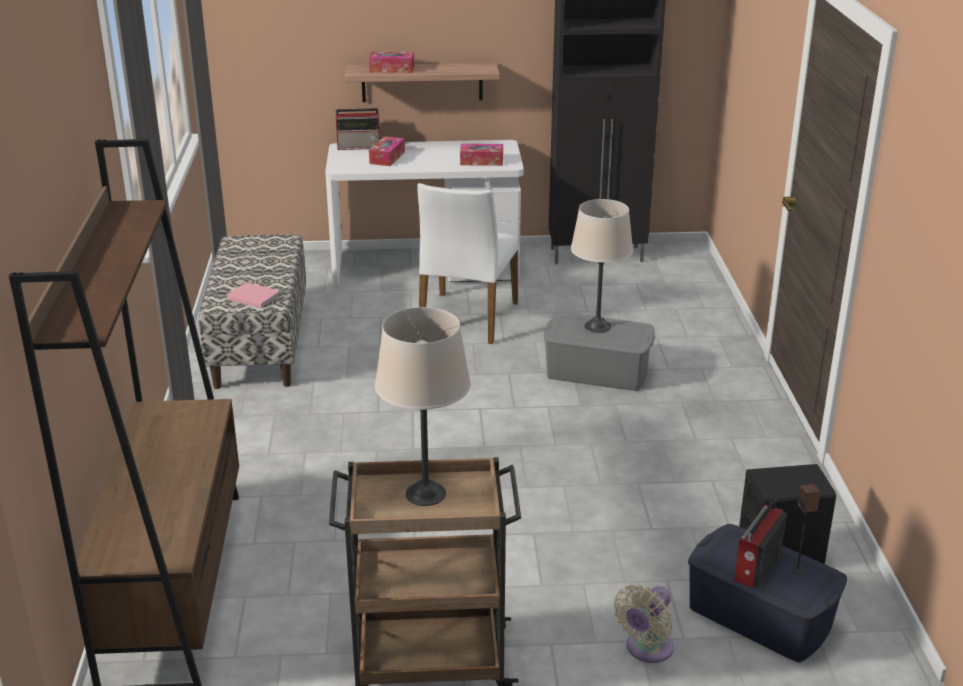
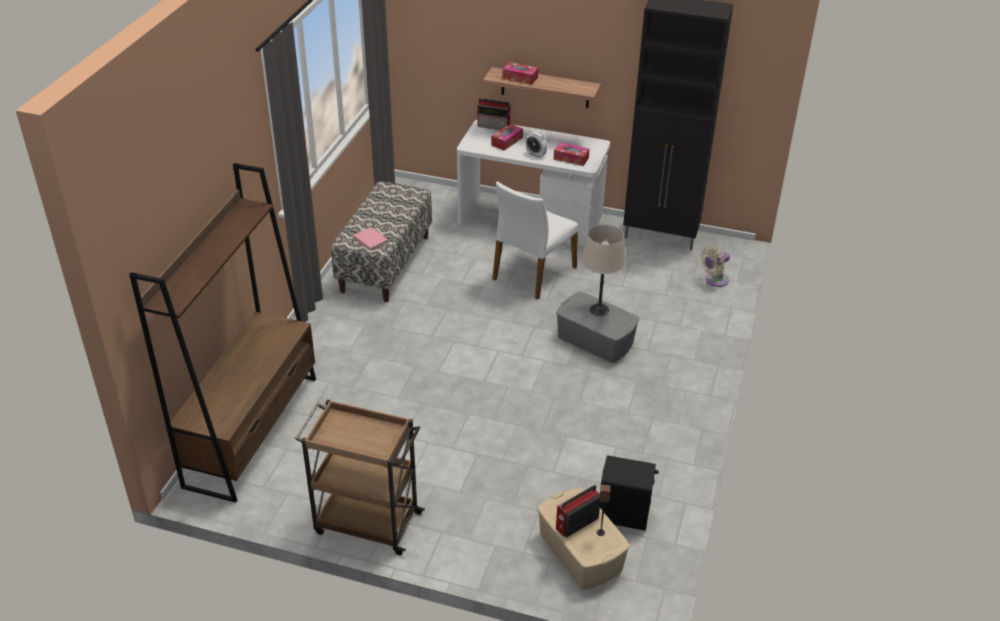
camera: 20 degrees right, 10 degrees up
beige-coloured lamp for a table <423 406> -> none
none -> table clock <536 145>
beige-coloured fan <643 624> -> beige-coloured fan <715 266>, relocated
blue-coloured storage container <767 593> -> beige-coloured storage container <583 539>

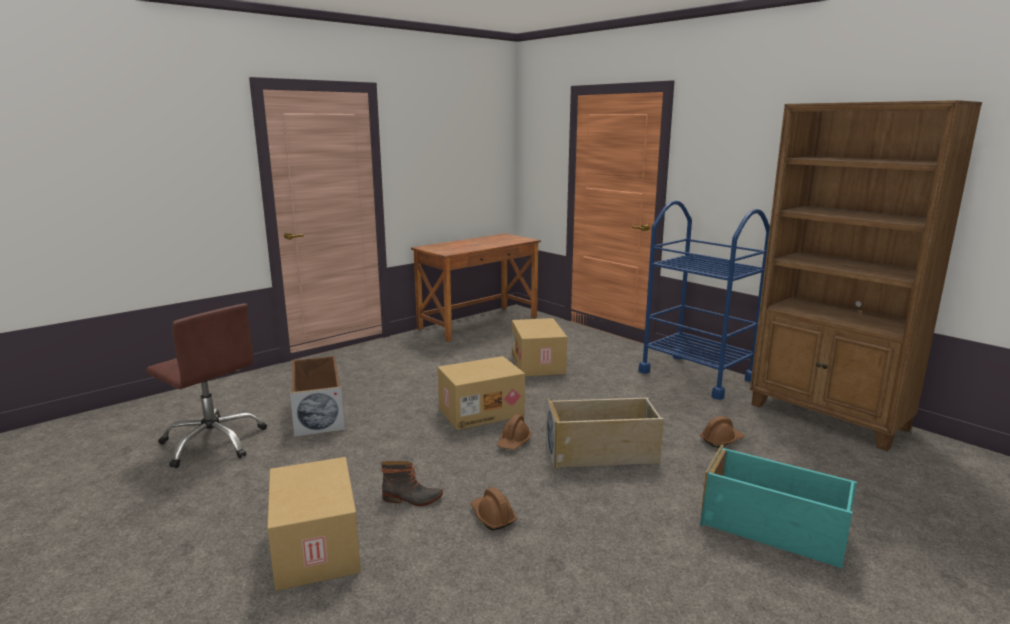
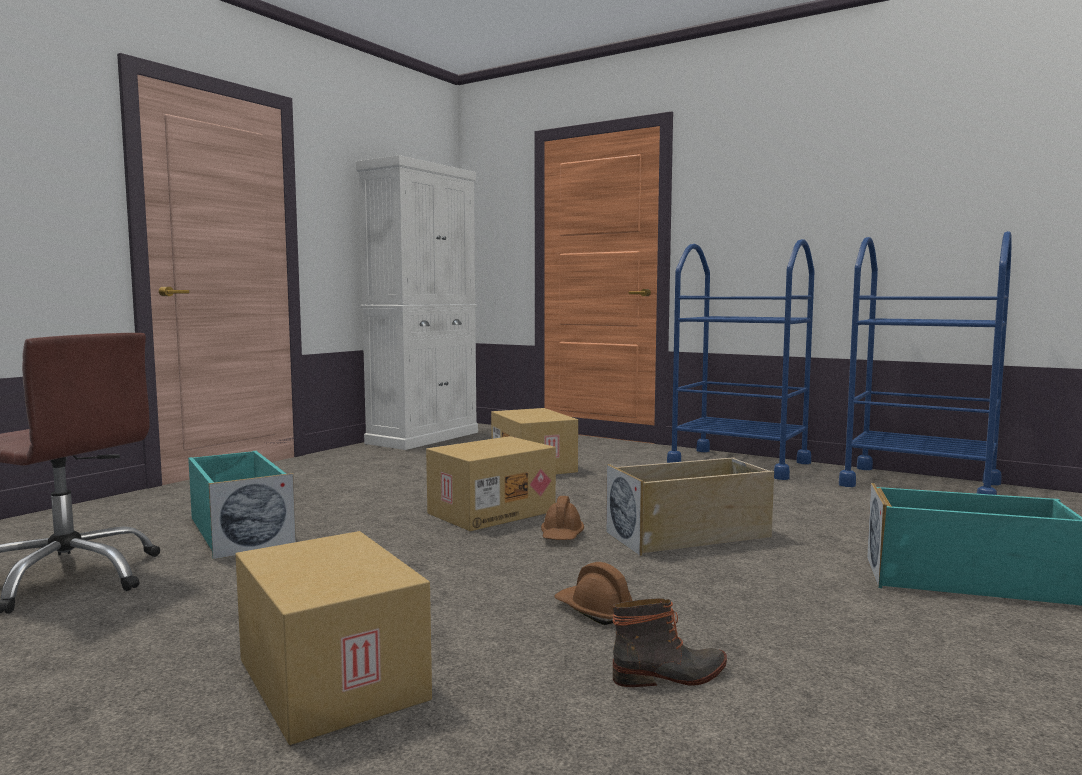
camera: 15 degrees left, 10 degrees down
brown hard hat <722 432> -> none
tall boot <412 483> -> tall boot <669 642>, relocated
brown desk <476 287> -> white cupboard <417 302>
brown bookshelf <866 275> -> blue-coloured cart <925 363>
brown storage container <317 396> -> blue-green storage container <242 505>

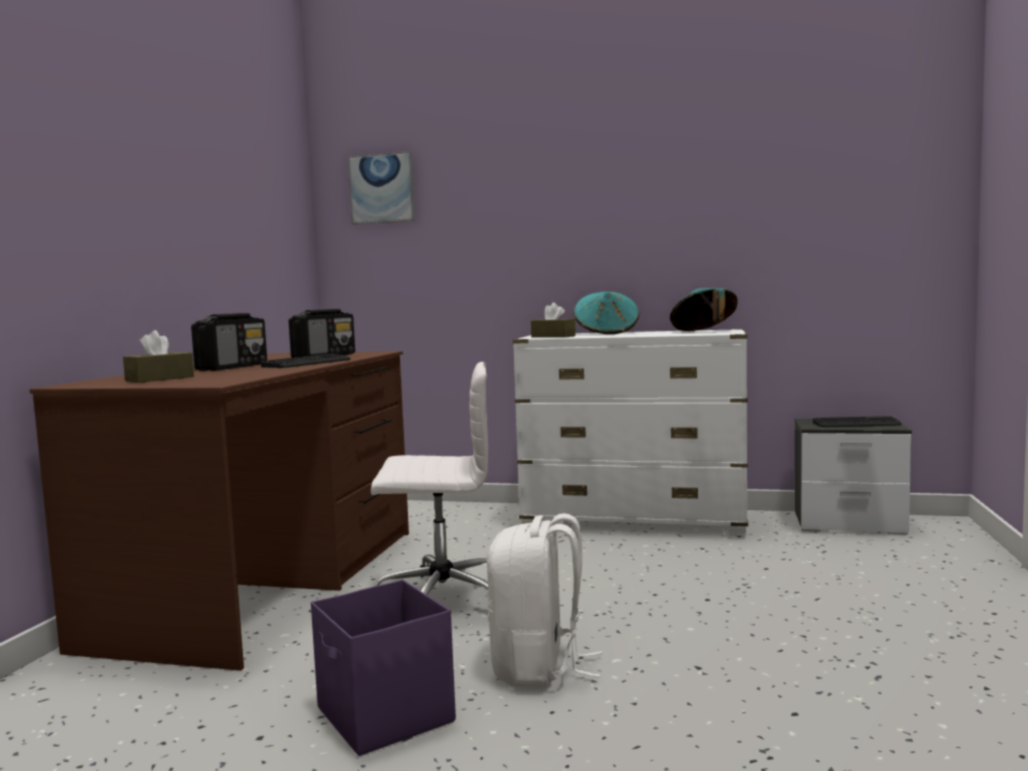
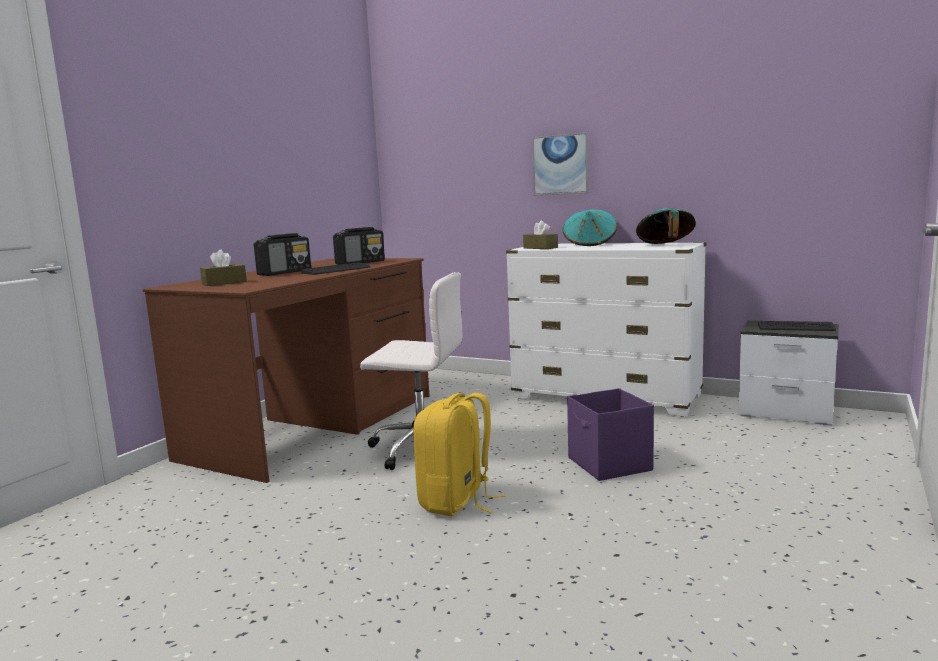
camera: 15 degrees right, 5 degrees up
purple storage container <383 668> -> purple storage container <610 434>, relocated
wall art <381 188> -> wall art <560 164>, relocated
white backpack <545 600> -> yellowish backpack <459 454>

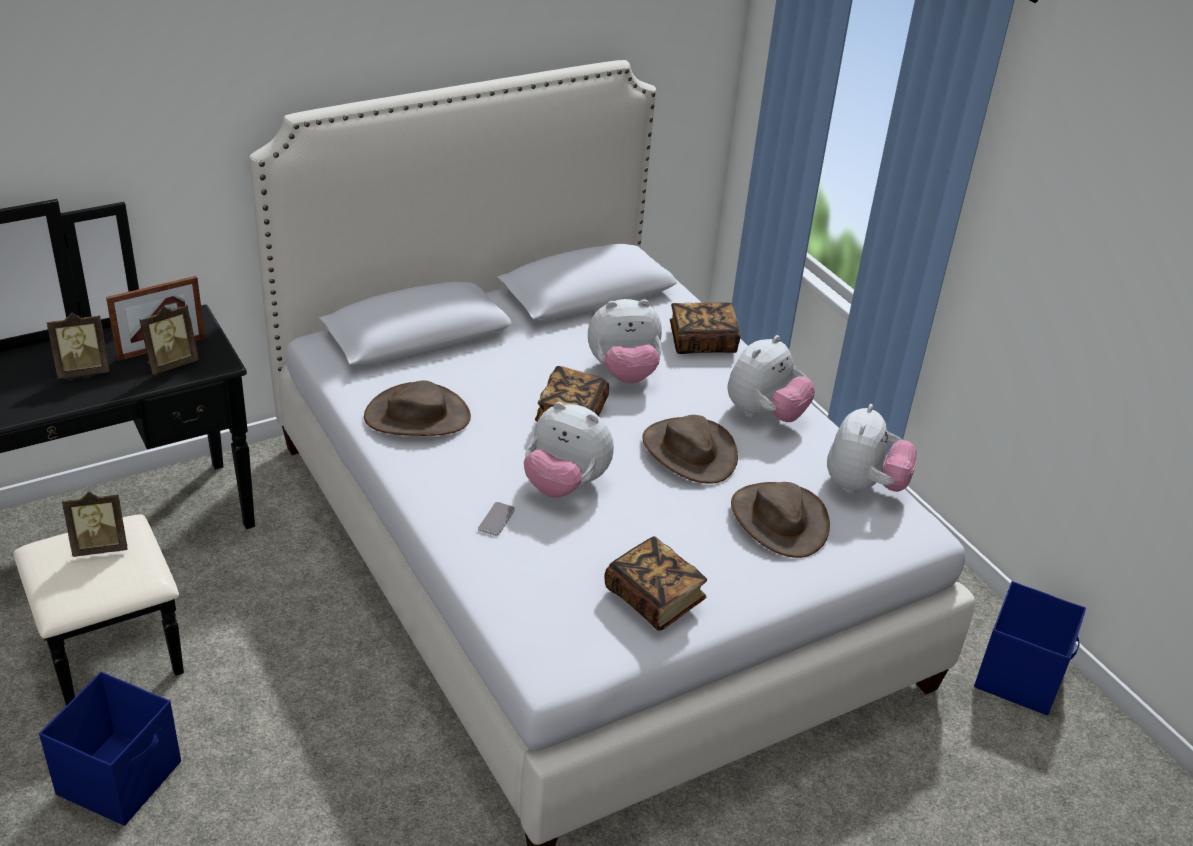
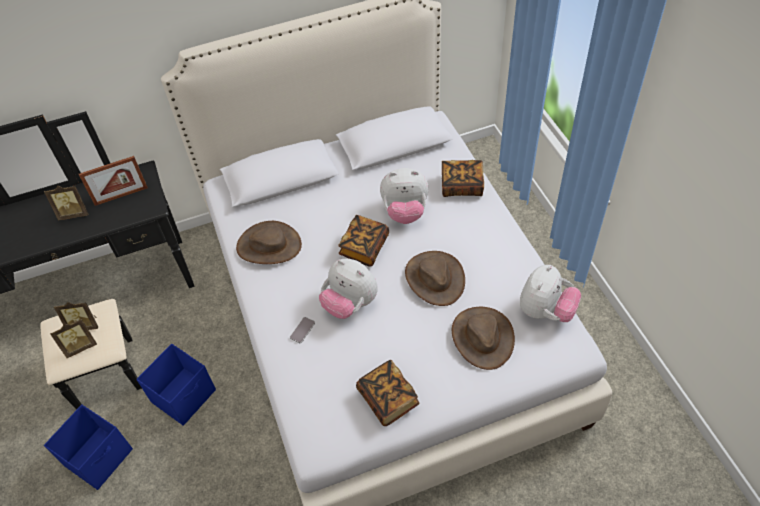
camera: 15 degrees right, 15 degrees up
soft toy <771 378> -> none
photo frame <169 339> -> photo frame <73 338>, relocated
blue-coloured storage container <1030 648> -> blue-coloured storage container <176 385>, relocated

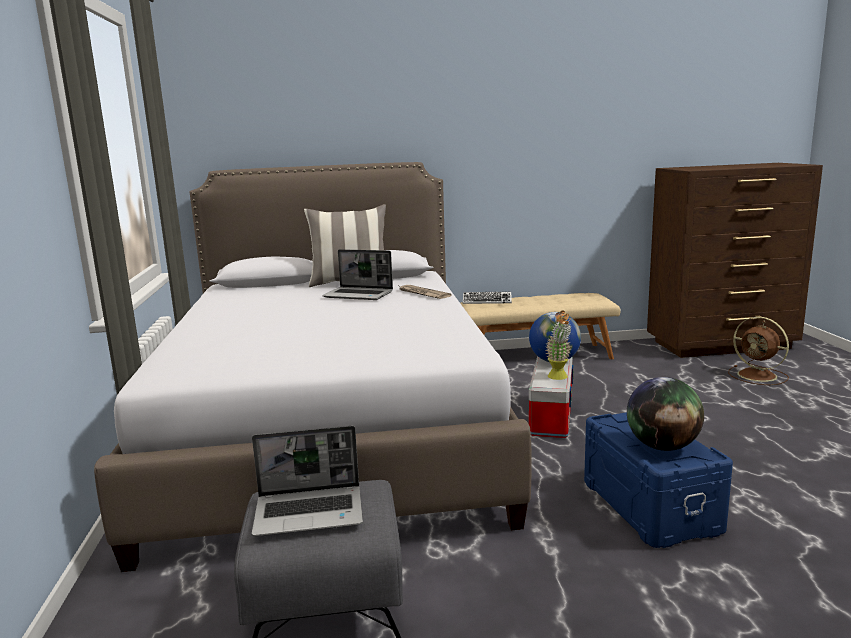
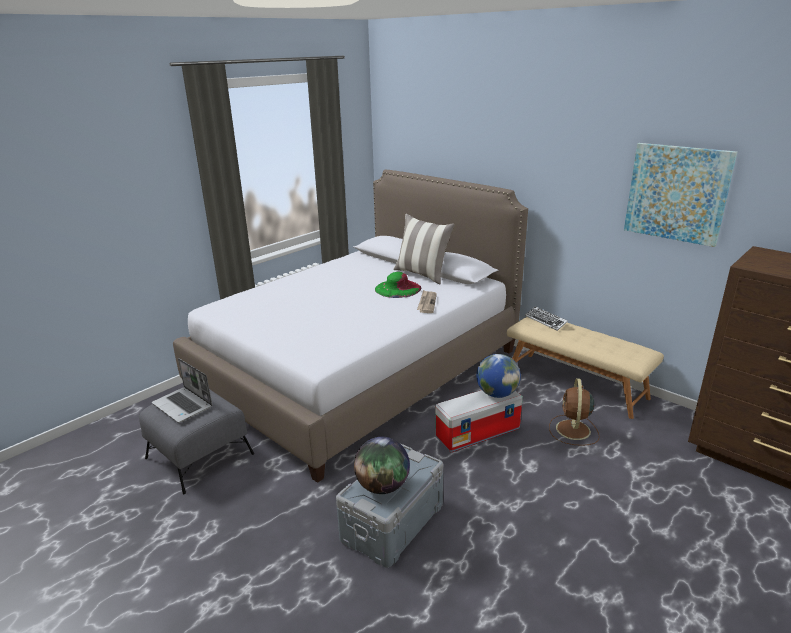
camera: 50 degrees right, 10 degrees up
houseplant <558 345> -> none
none -> wall art <680 195>
brown fan <758 351> -> brown fan <574 412>, relocated
notebook computer <357 274> -> green wearable hat <398 285>
blue-coloured storage container <658 480> -> gray storage container <389 506>

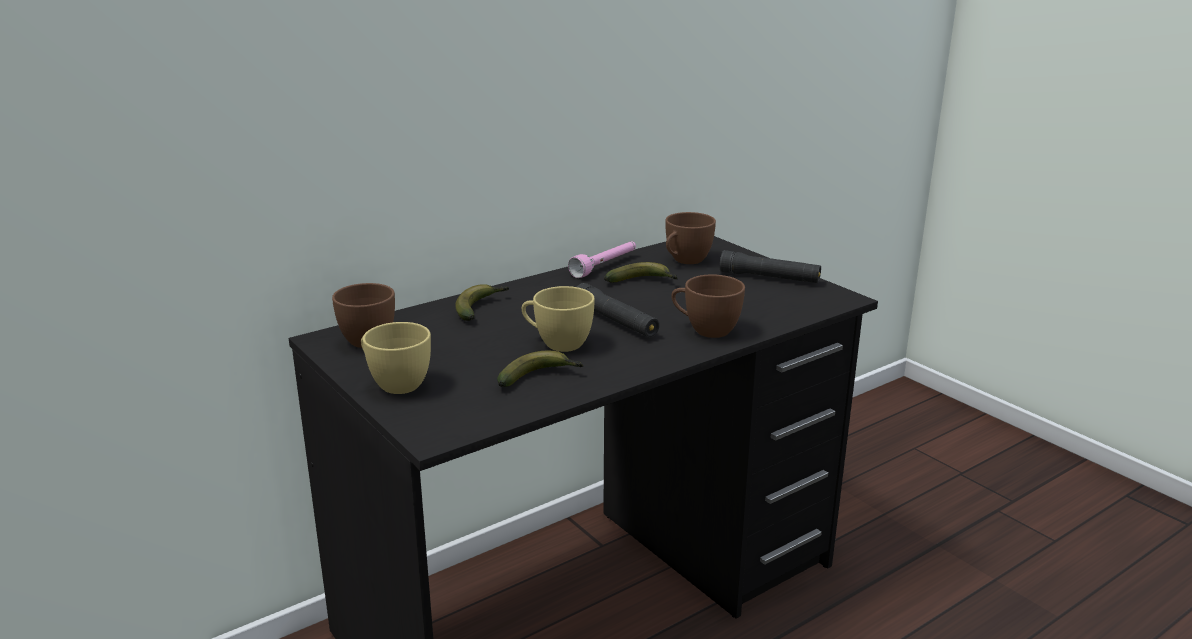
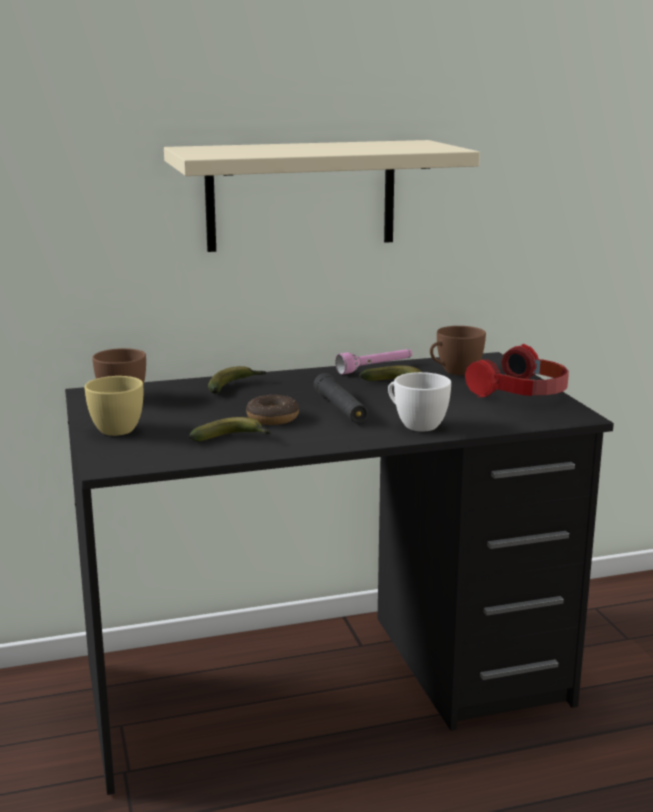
camera: 20 degrees right, 5 degrees down
none -> beige-coloured shelf <322 196>
yellowish drinking cup <558 319> -> ring doughnut <272 410>
black flashlight <770 266> -> pair of headphones <517 370>
brown drinking cup <708 306> -> white drinking cup <419 401>

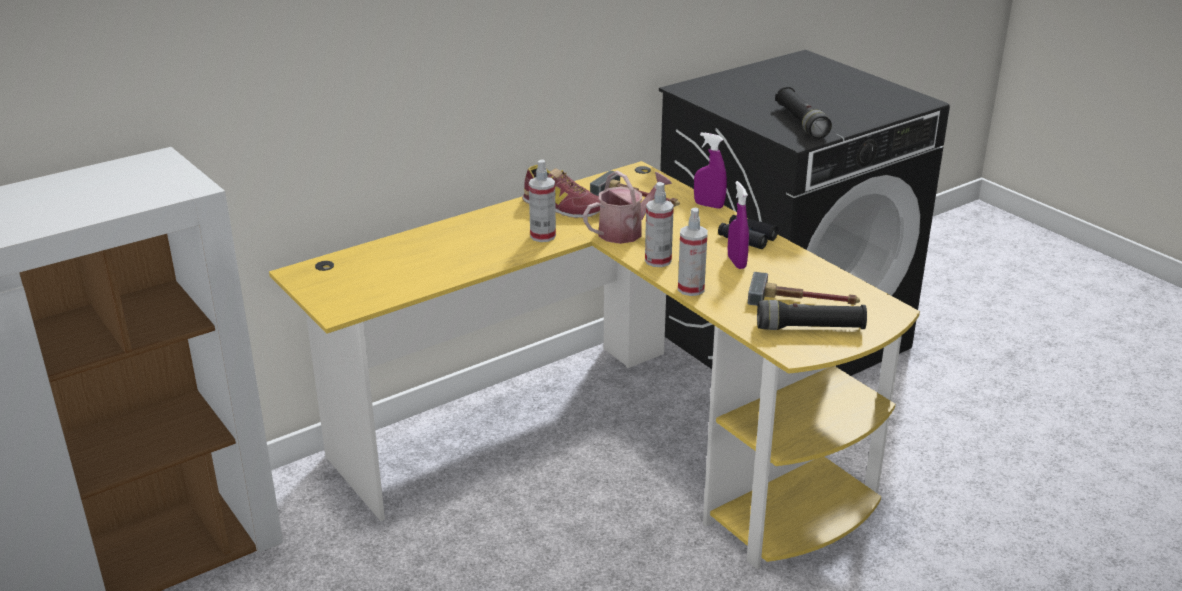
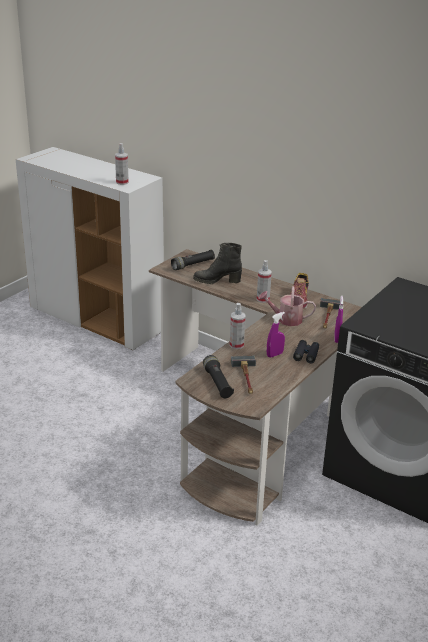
camera: 70 degrees right, 0 degrees up
none -> black tall boot <217 263>
spray bottle <659 224> -> spray bottle <122 164>, relocated
black flashlight <803 112> -> black flashlight <193 260>, relocated
yellowish desk <594 365> -> brown desk <255 387>
watering can <627 207> -> watering can <287 306>, 150 degrees clockwise

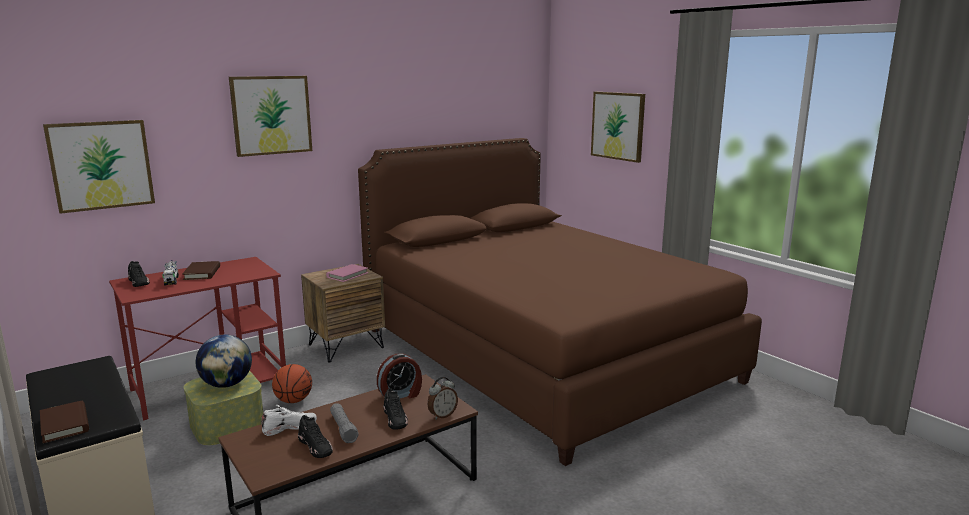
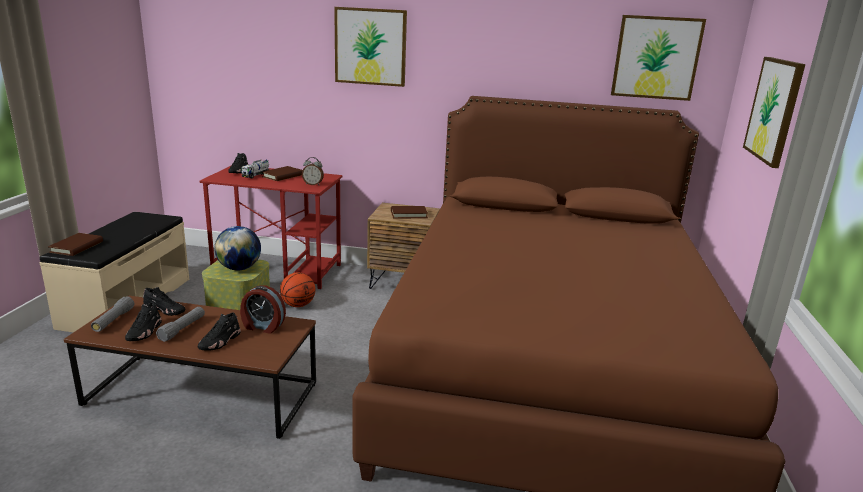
camera: 45 degrees right, 5 degrees up
none -> gray flashlight <112 314>
wall art <99 167> -> wall art <658 58>, relocated
table clock <443 398> -> table clock <313 171>, relocated
white item of footwear <289 420> -> black item of footwear <164 301>
pink book <347 273> -> brown book <409 212>

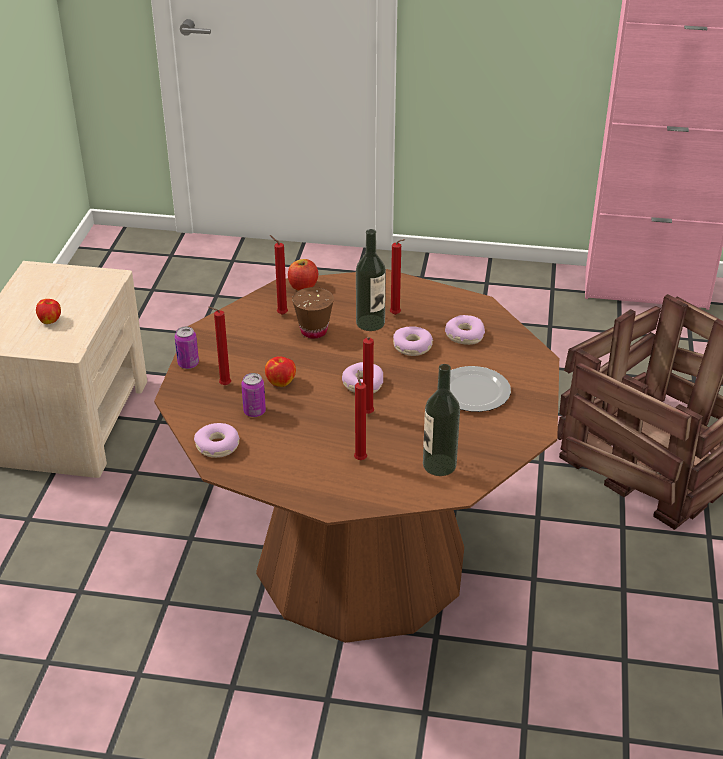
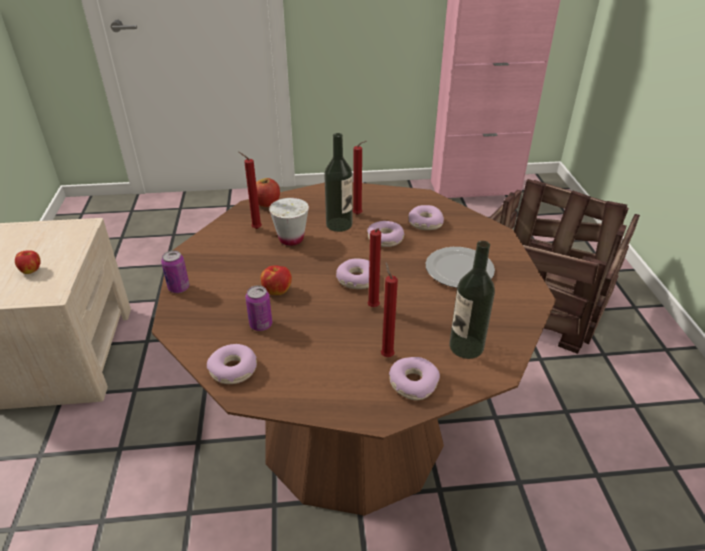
camera: 15 degrees left, 0 degrees up
reddish wax candle <219 346> -> none
none -> ring doughnut <414 378>
brown drinking cup <313 313> -> white drinking cup <289 222>

